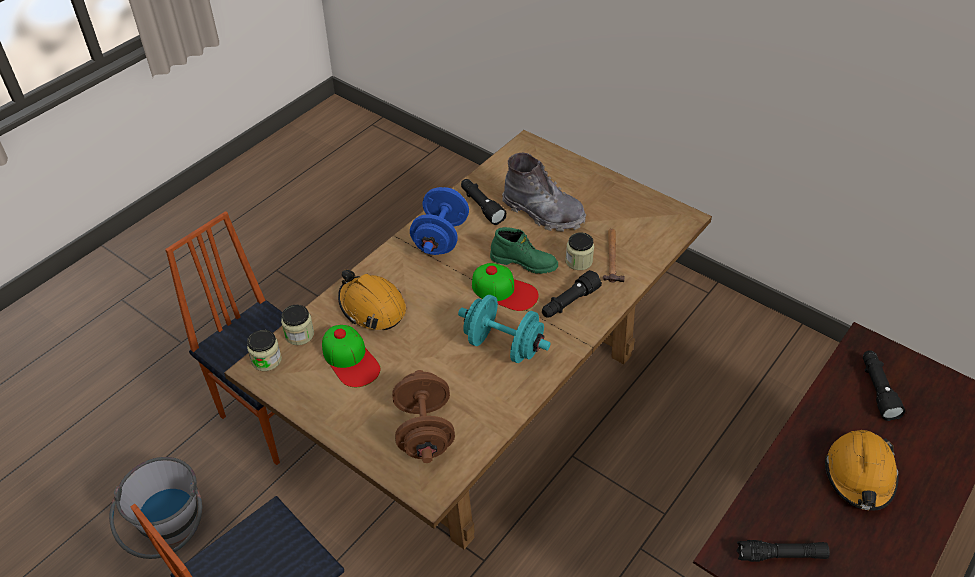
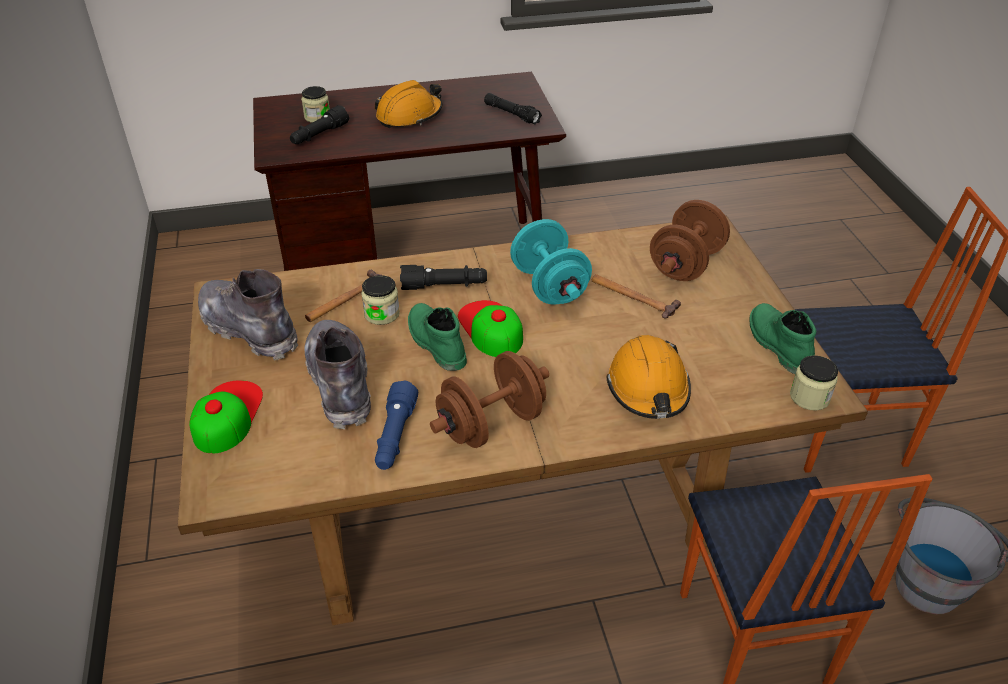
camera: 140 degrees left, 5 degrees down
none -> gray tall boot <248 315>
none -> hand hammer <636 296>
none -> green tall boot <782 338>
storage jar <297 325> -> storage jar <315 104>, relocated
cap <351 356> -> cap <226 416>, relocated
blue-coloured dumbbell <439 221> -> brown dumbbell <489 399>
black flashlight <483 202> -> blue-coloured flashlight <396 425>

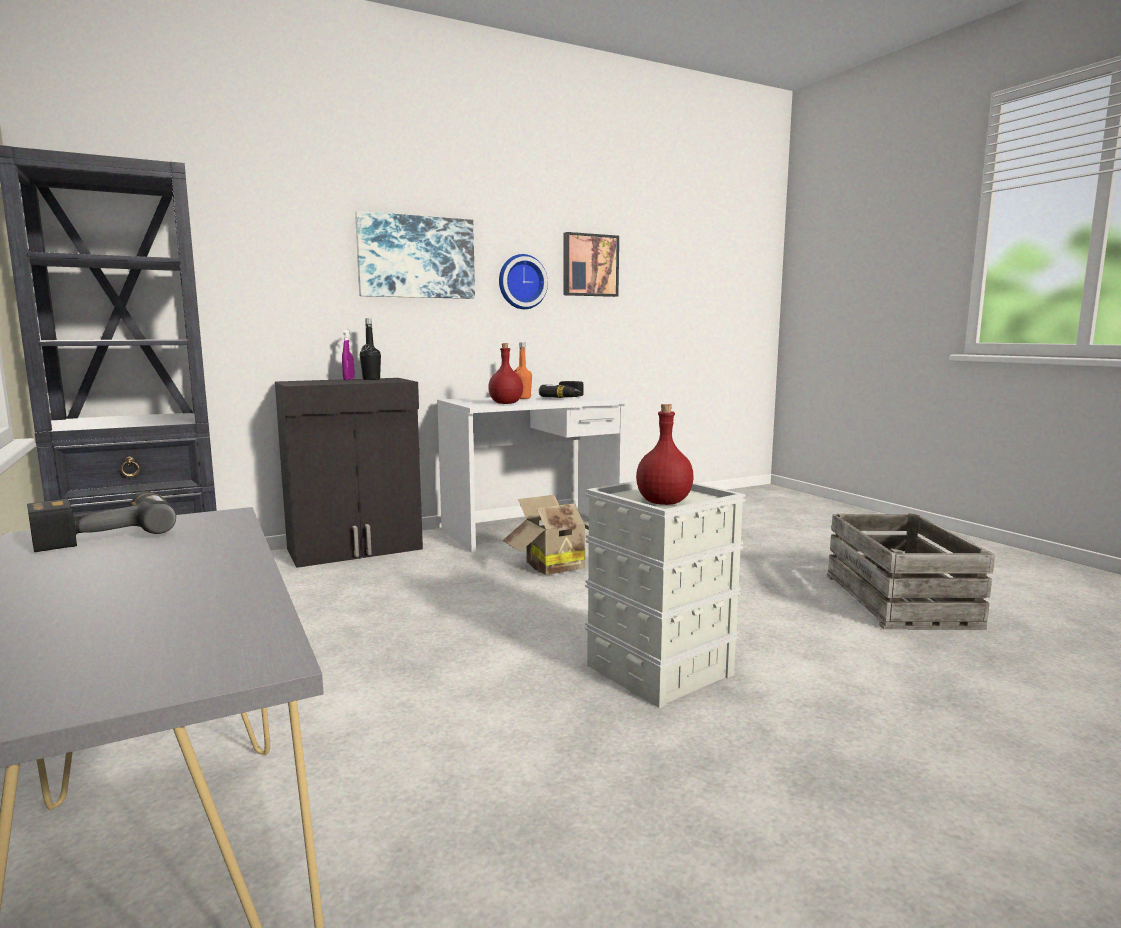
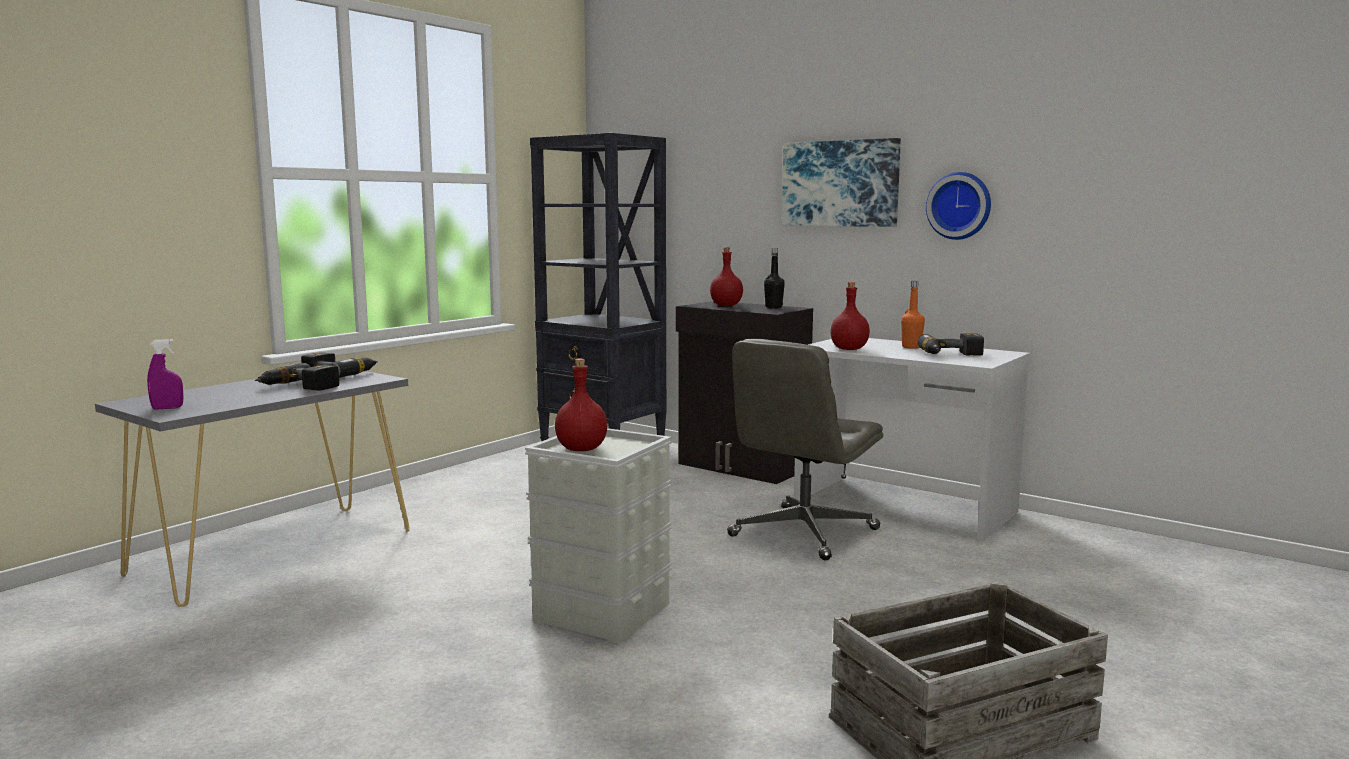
camera: 65 degrees right, 0 degrees up
wall art <591 264> -> none
none -> electric drill <297 377>
none -> reddish drink bottle <726 276>
purple spray bottle <348 355> -> purple spray bottle <165 374>, relocated
carton <545 535> -> gray desk chair <805 449>

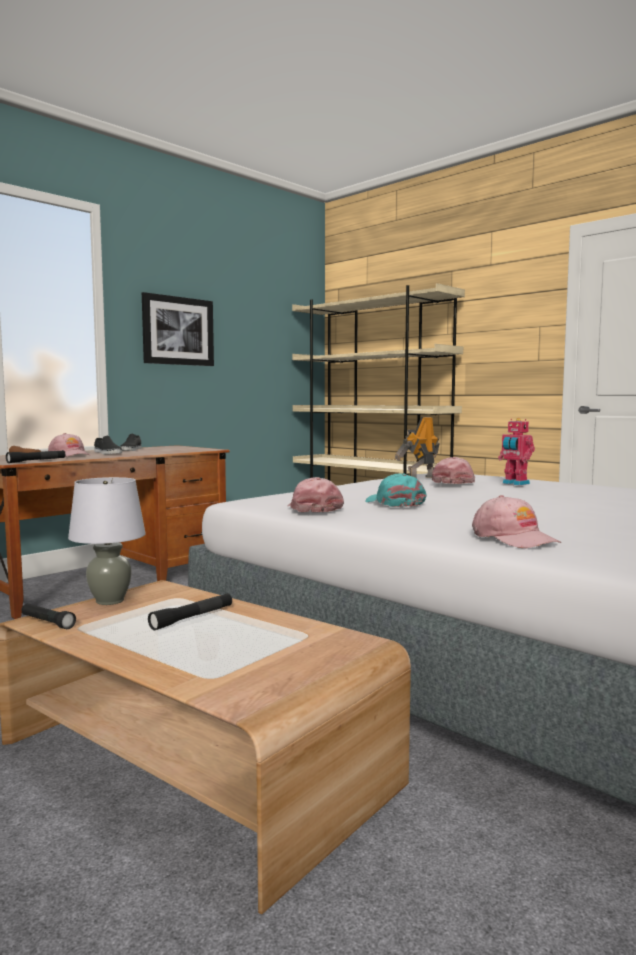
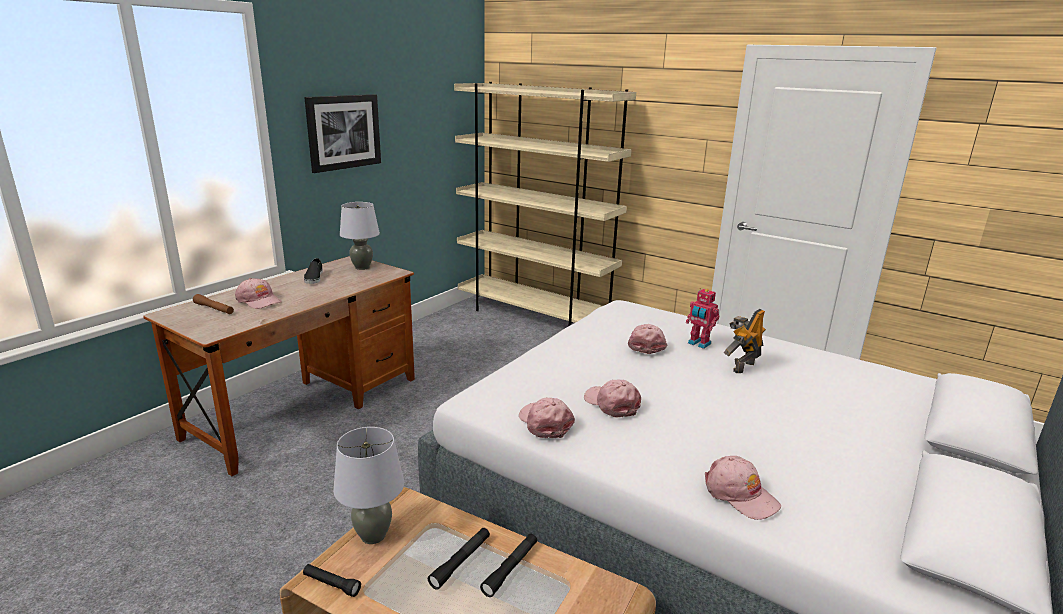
camera: 10 degrees left, 15 degrees up
black item of footwear <108 445> -> none
none -> gray lamp for a table <360 236>
black flashlight <35 456> -> black flashlight <508 565>, relocated
model robot <417 447> -> model robot <745 341>, relocated
blue-green cap <396 490> -> pink cap <612 399>

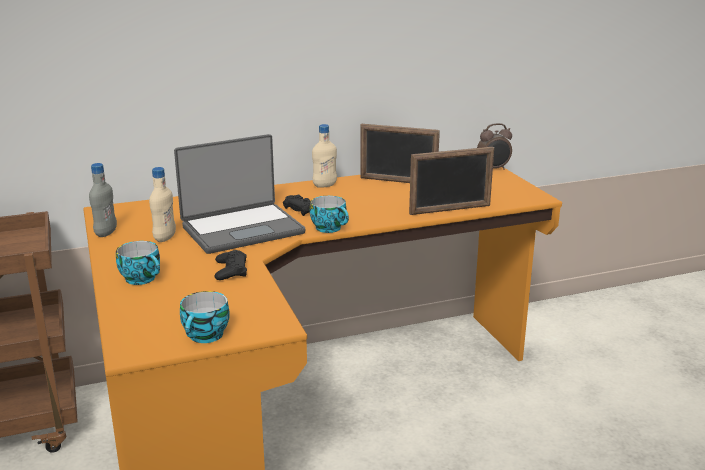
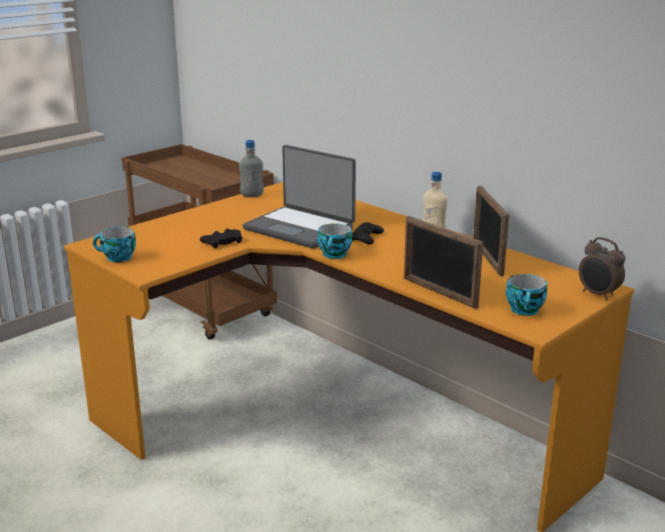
camera: 65 degrees right, 0 degrees up
beige-coloured drink bottle <162 204> -> none
drinking cup <138 263> -> drinking cup <526 295>, relocated

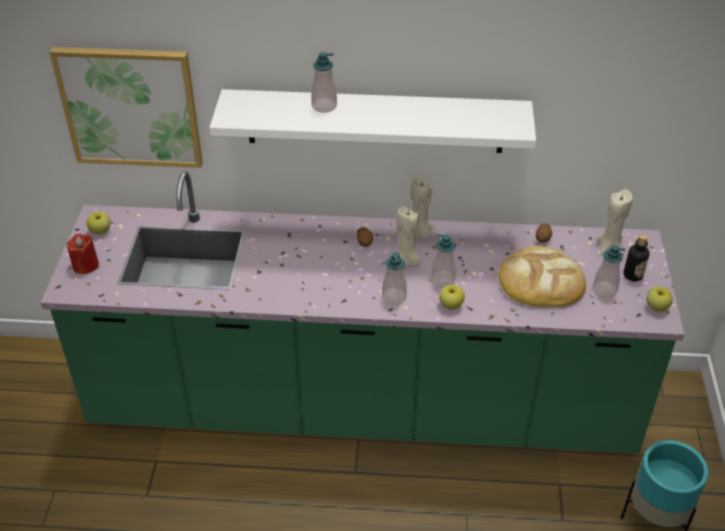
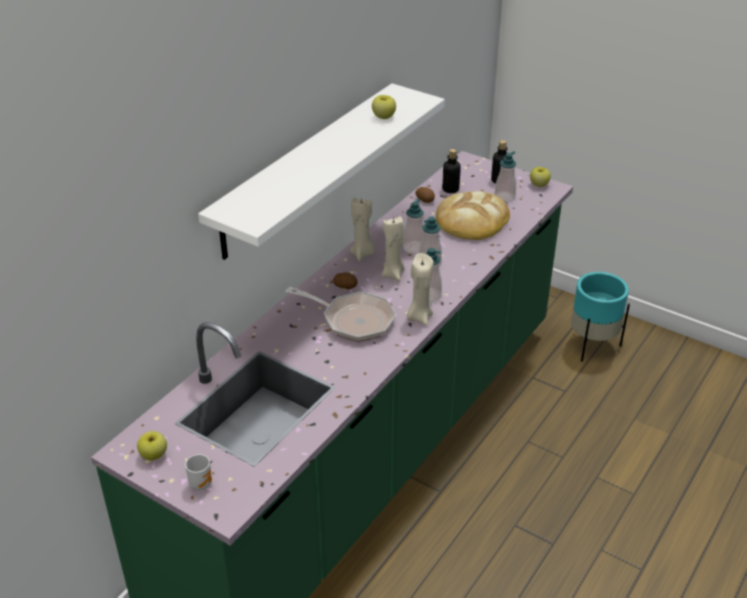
camera: 60 degrees left, 5 degrees down
wall art <126 107> -> none
none -> skillet <341 314>
none -> drink bottle <451 171>
liquid soap bottle <324 82> -> liquid soap bottle <413 226>, relocated
apple fruit <452 297> -> apple fruit <384 107>, relocated
beige-coloured wax candle <615 221> -> beige-coloured wax candle <420 289>, relocated
reddish wax candle <83 254> -> tea mug <198 472>

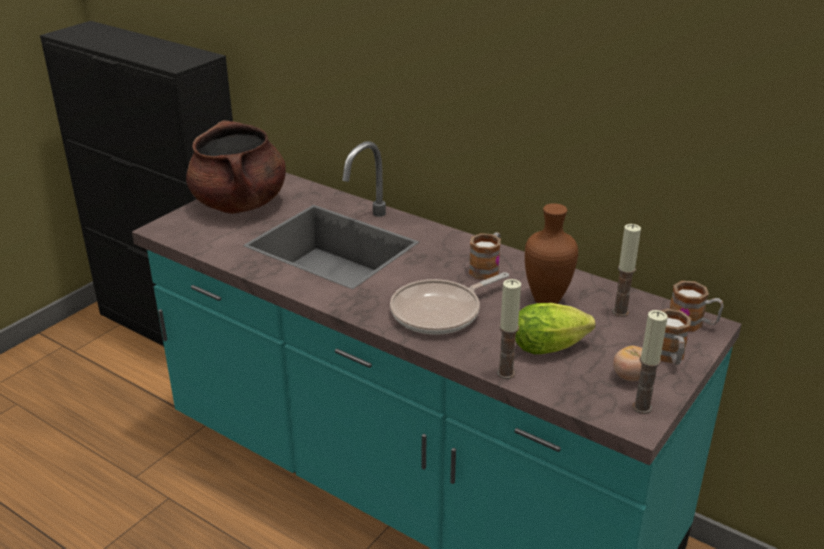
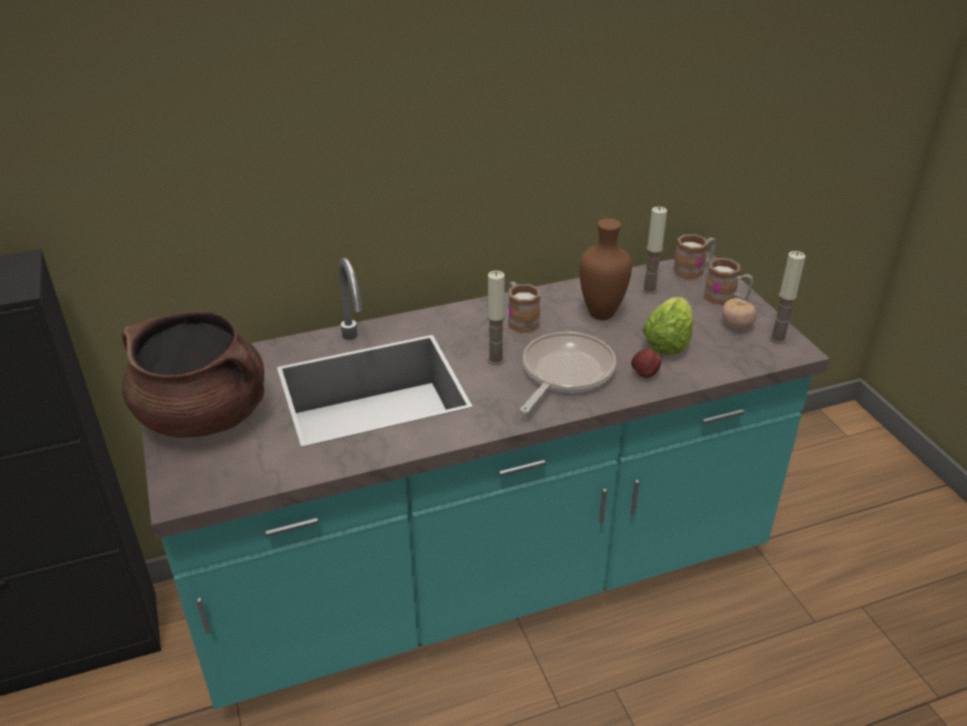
camera: 55 degrees left, 5 degrees up
none -> apple fruit <646 363>
wax candle <509 329> -> wax candle <496 318>, relocated
skillet <449 303> -> skillet <568 372>, 150 degrees counterclockwise

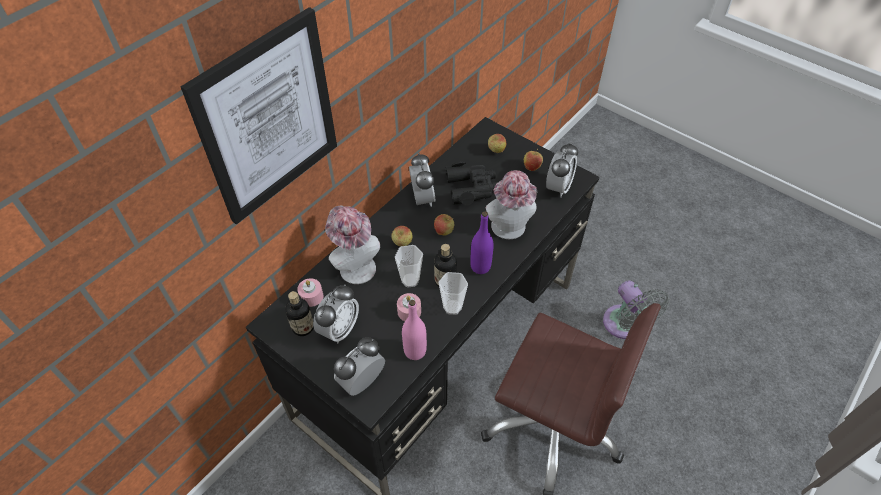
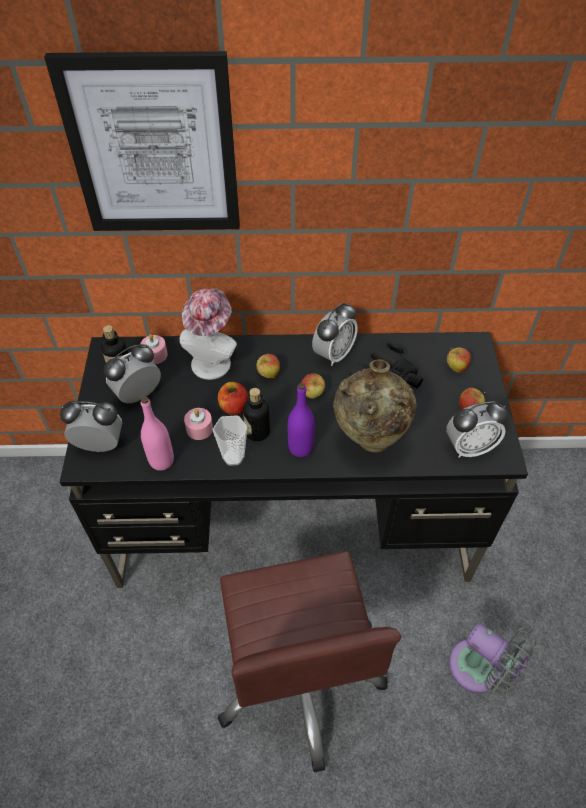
camera: 50 degrees right, 0 degrees up
drinking cup <409 266> -> apple fruit <233 398>
wearable hat <511 204> -> beige-coloured vase <375 405>
table clock <336 313> -> table clock <132 373>, 150 degrees clockwise
gray fan <636 309> -> gray fan <494 660>, 75 degrees counterclockwise

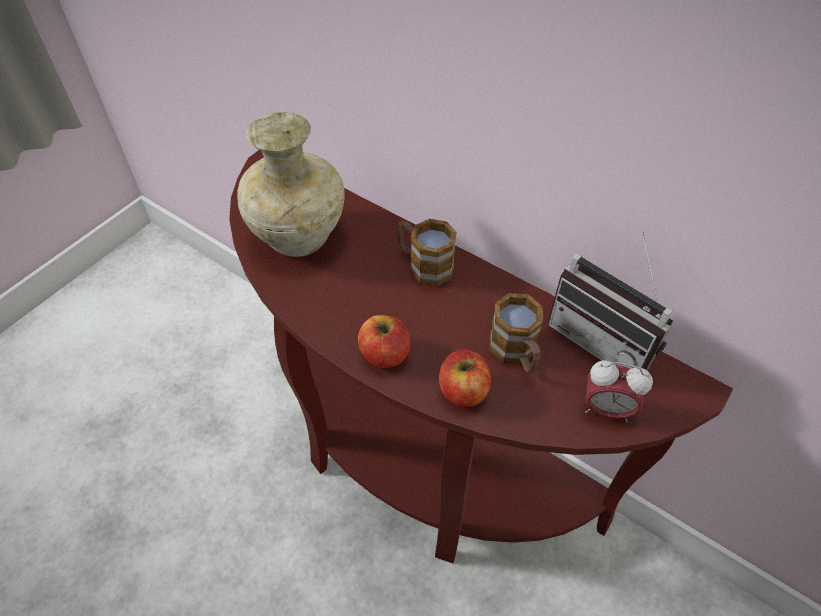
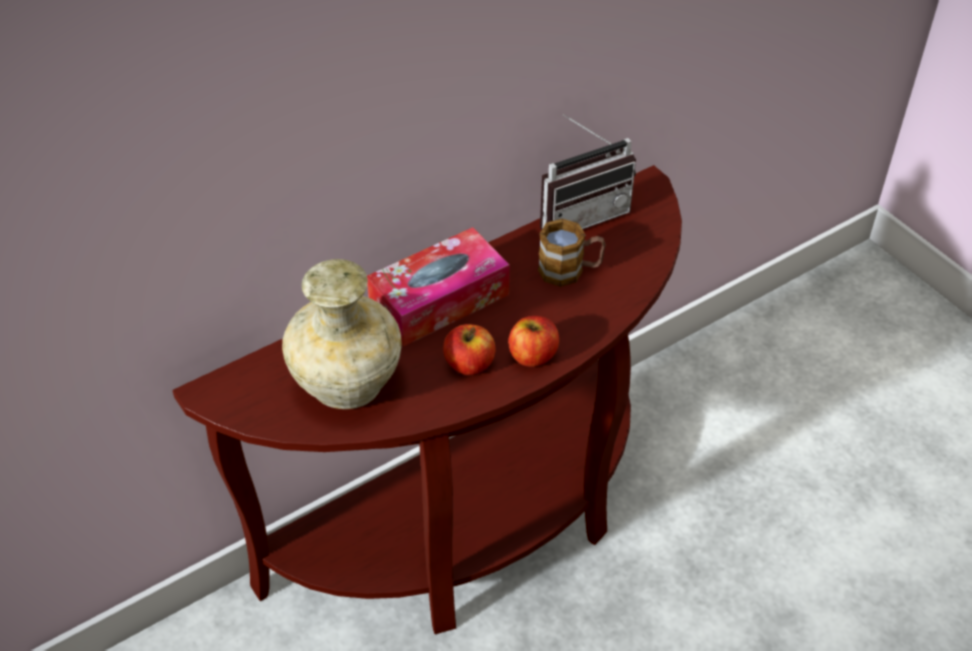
camera: 70 degrees left, 5 degrees down
table clock <619 391> -> none
apple fruit <465 378> -> apple fruit <469 349>, relocated
tea mug <427 253> -> tissue holder <438 286>

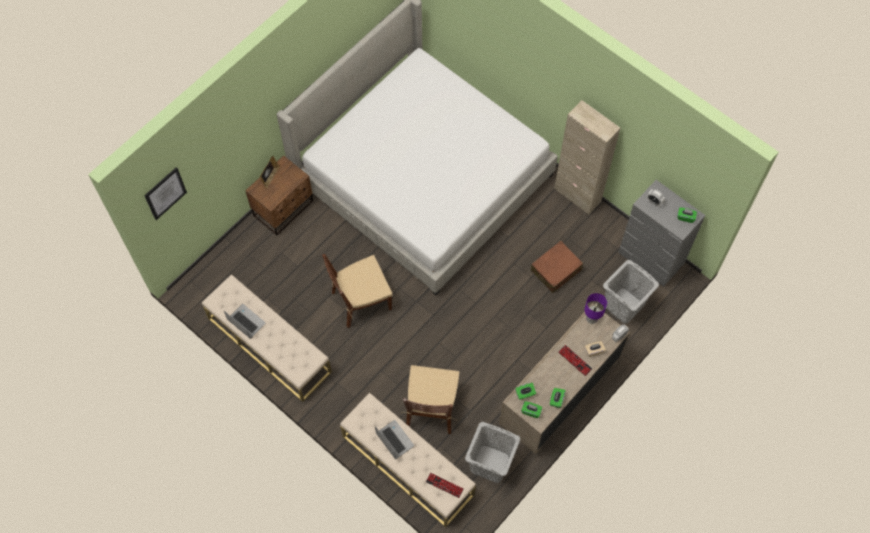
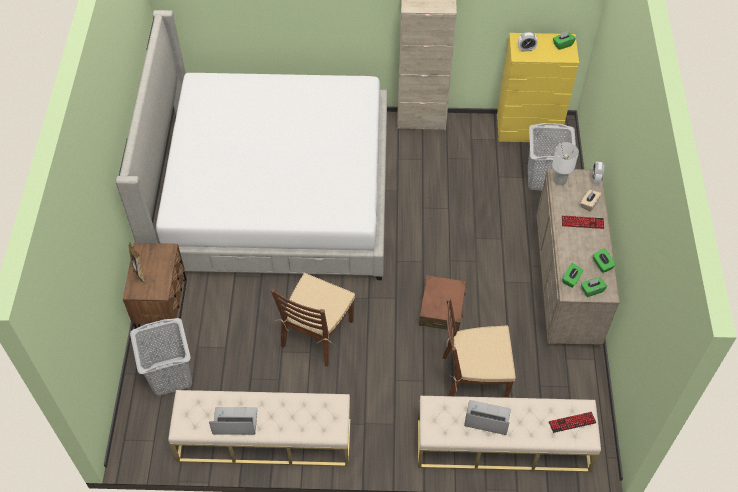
camera: 40 degrees left, 10 degrees down
wall art <165 193> -> none
gray washing basket <492 452> -> gray washing basket <161 357>, relocated
brown piece of luggage <556 267> -> brown piece of luggage <442 303>, relocated
purple lamp for a table <596 308> -> white lamp for a table <565 163>
gray chest of drawers <661 233> -> yellowish chest of drawers <538 87>
brown plain chair <431 399> -> brown plain chair <479 348>, 120 degrees clockwise

